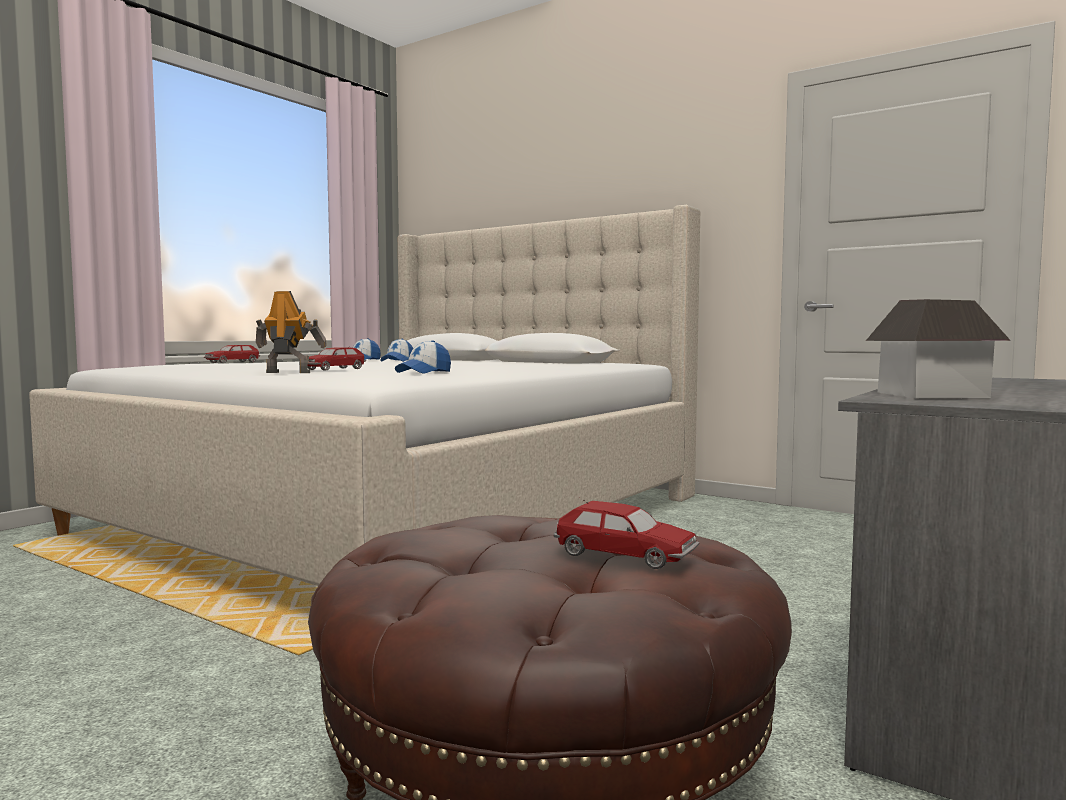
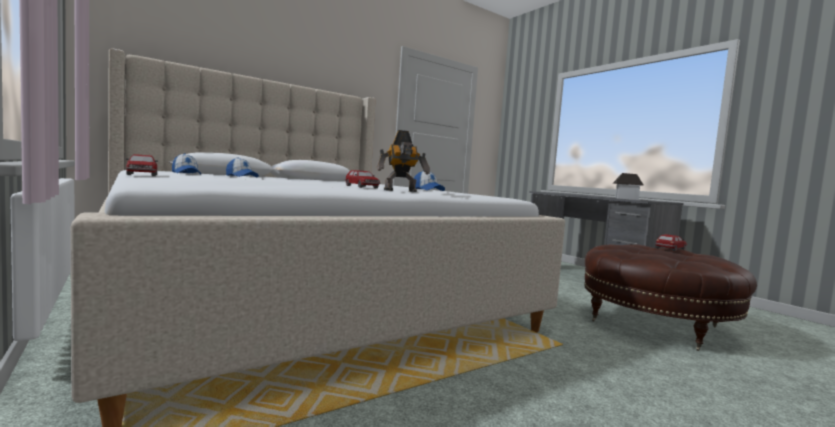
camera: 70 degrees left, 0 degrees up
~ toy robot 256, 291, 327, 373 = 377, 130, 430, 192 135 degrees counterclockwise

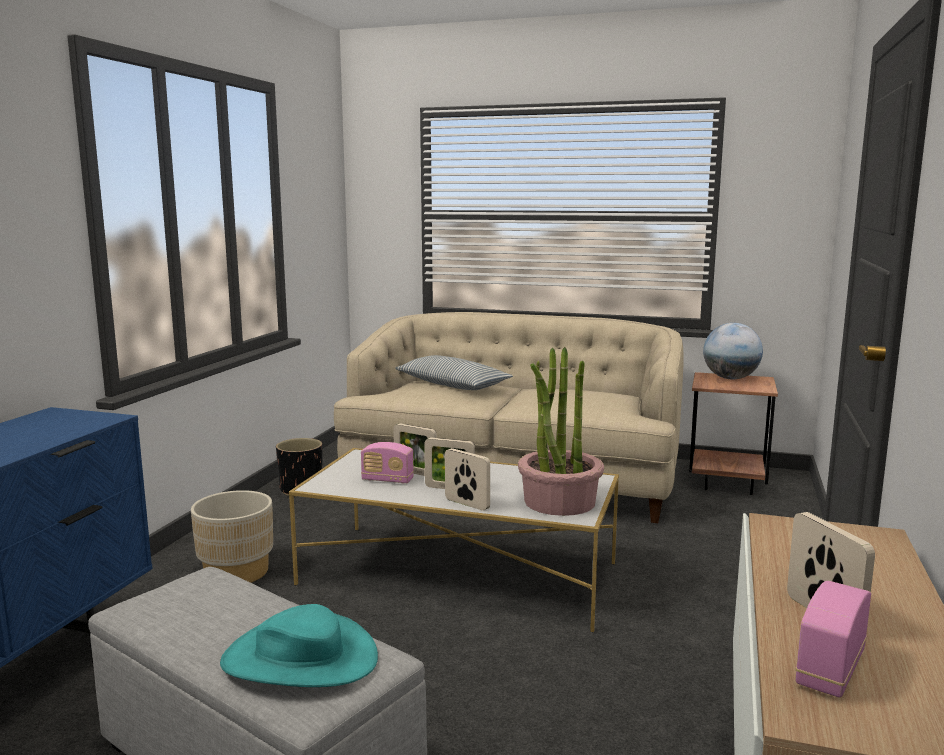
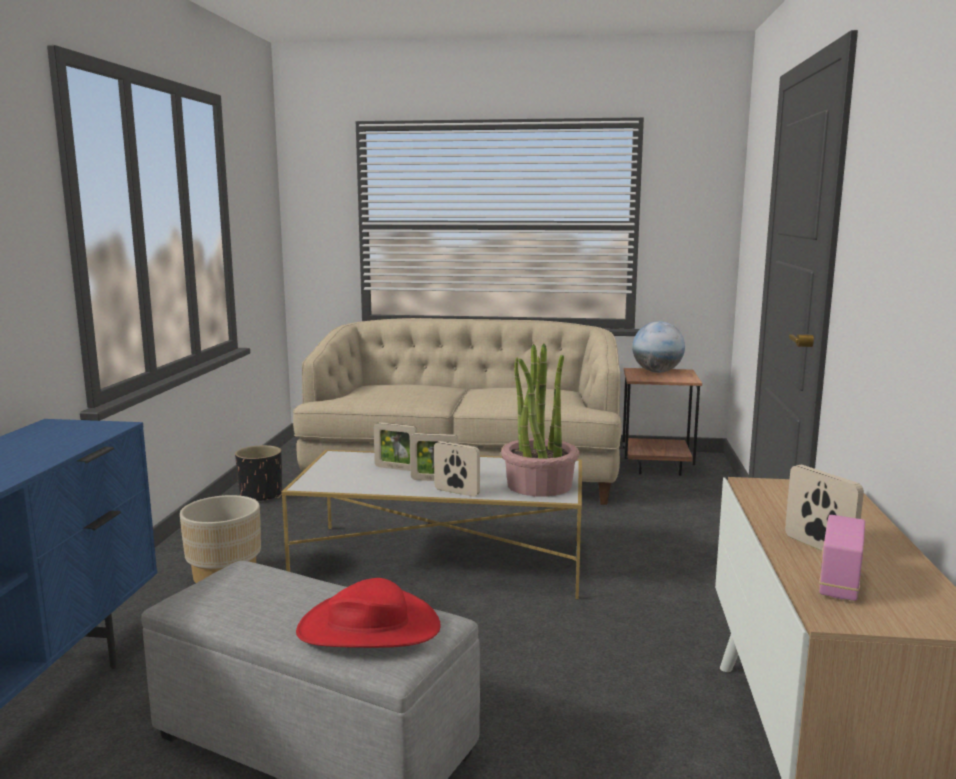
camera: 10 degrees left, 0 degrees up
- radio 361, 442, 414, 483
- pillow 395, 355, 513, 390
~ turquoise hat 220, 604, 378, 687 to red hat 296, 578, 441, 648

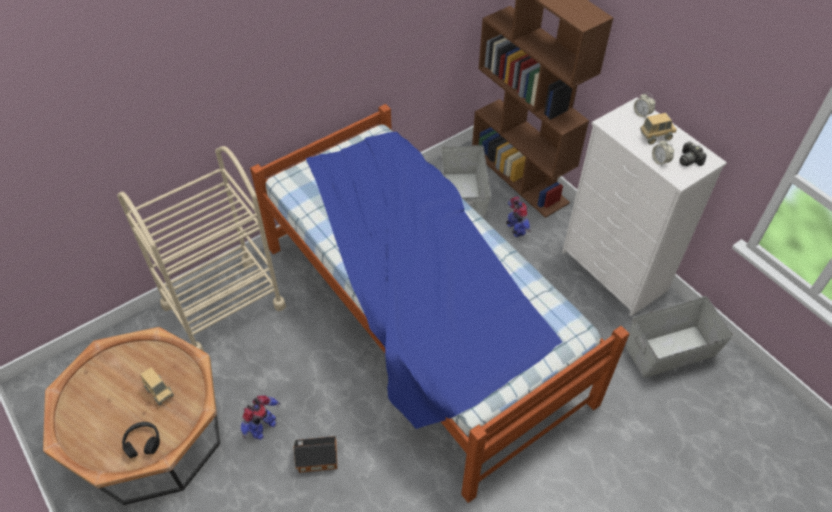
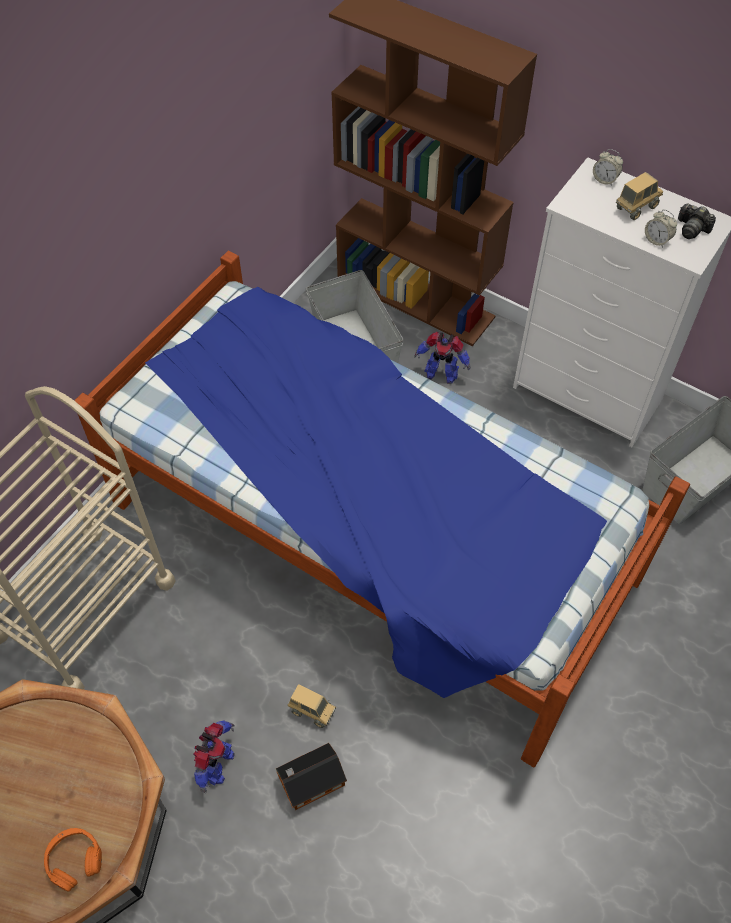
camera: 20 degrees left, 5 degrees up
~ toy truck 140, 367, 174, 405 to 287, 684, 336, 728
~ black headphones 122, 422, 160, 458 to orange headphones 44, 828, 102, 892
~ toy robot 506, 196, 531, 237 = 414, 332, 470, 384 150 degrees clockwise

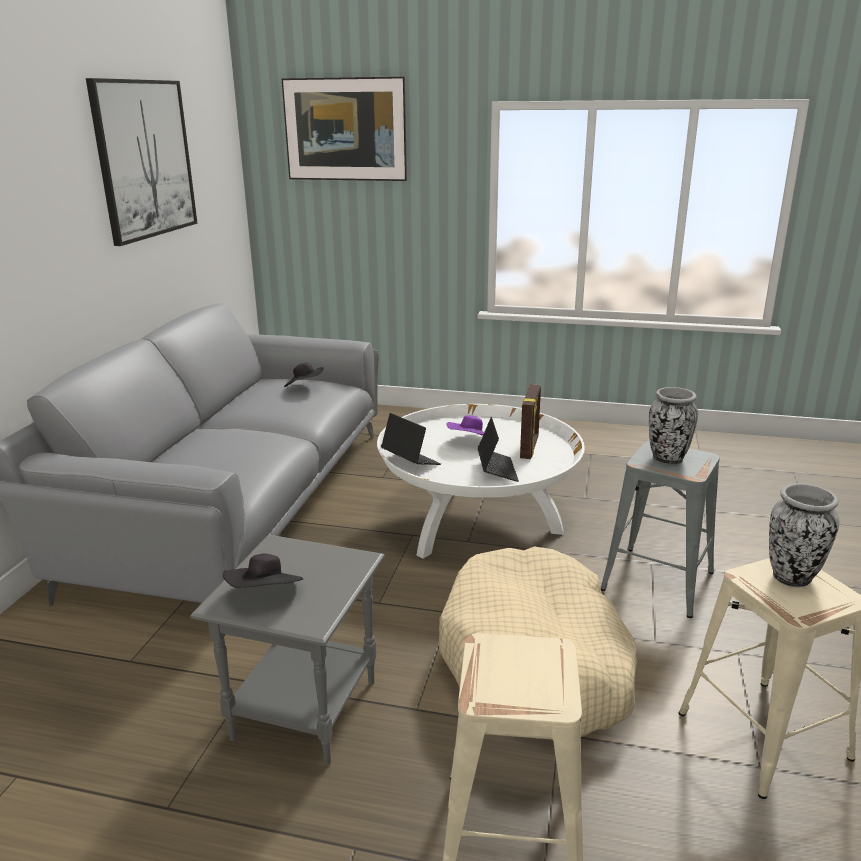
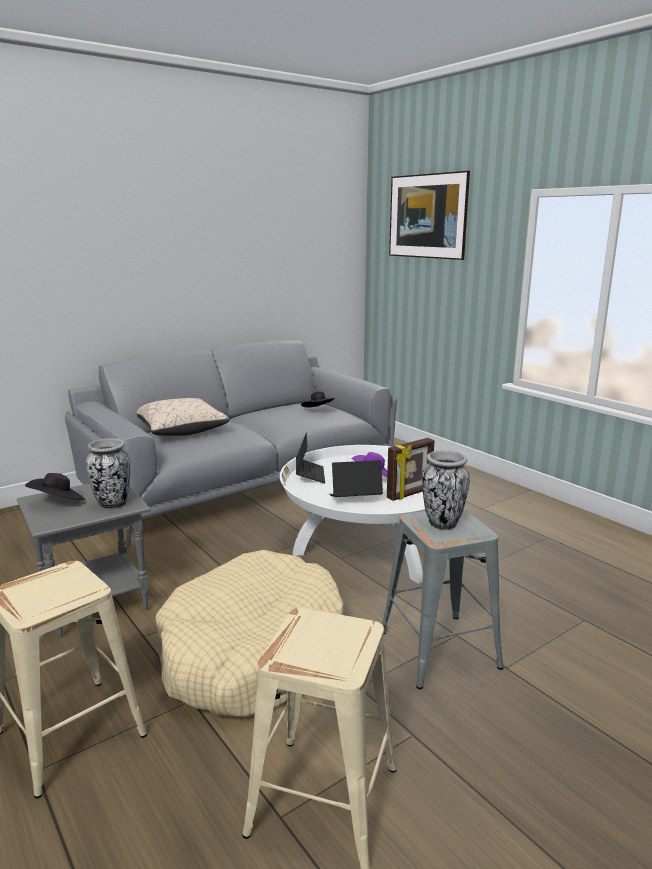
camera: 40 degrees right, 5 degrees down
- picture 86, 78, 197, 246
+ beige pillow 137, 398, 230, 436
~ vase 769, 483, 839, 587 to 86, 438, 131, 509
~ laptop 478, 417, 519, 482 = 329, 460, 383, 497 135 degrees counterclockwise

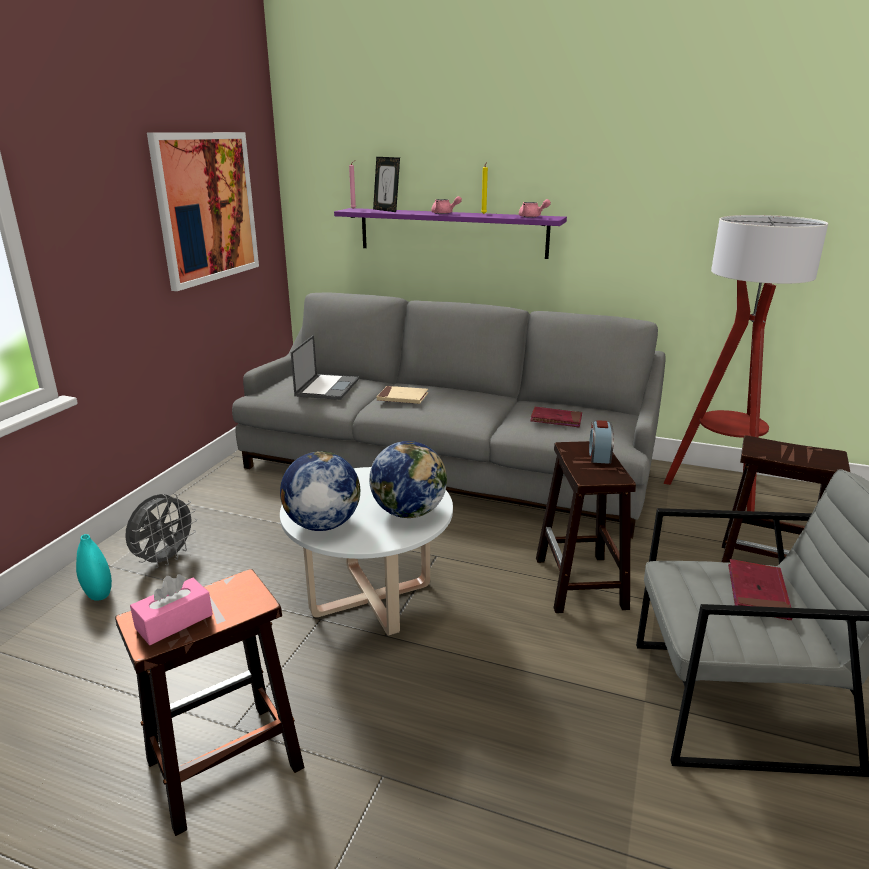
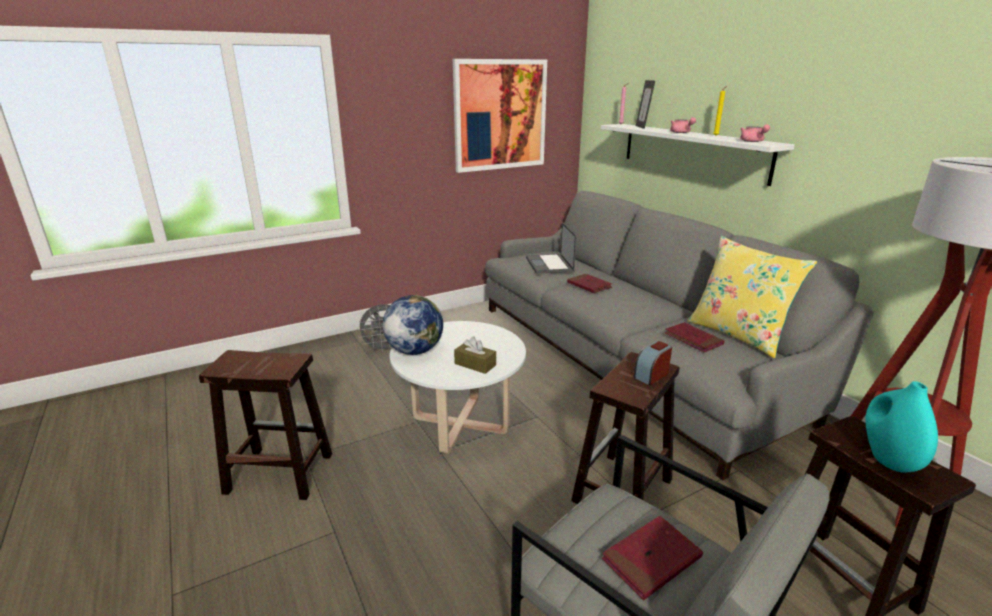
camera: 40 degrees right, 0 degrees up
- pink tissue box 130, 574, 213, 645
+ yellow pillow 687, 236, 817, 358
~ turquoise vase 76, 534, 112, 601 to 865, 381, 938, 472
~ globe 369, 441, 447, 518 to brown tissue box 454, 337, 496, 374
~ purple shelf 334, 208, 567, 259 to white shelf 601, 124, 795, 186
~ beige book 377, 386, 428, 404 to red book 567, 274, 612, 293
~ laptop 291, 335, 359, 400 = 526, 223, 577, 274 120 degrees clockwise

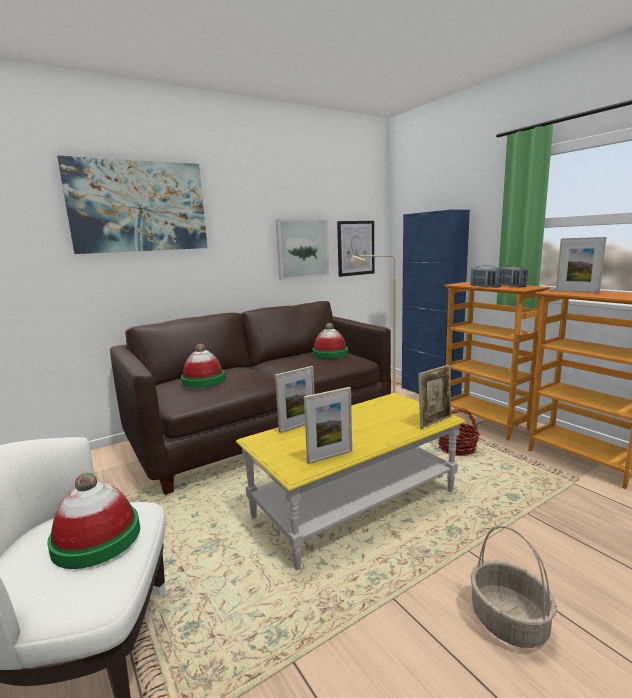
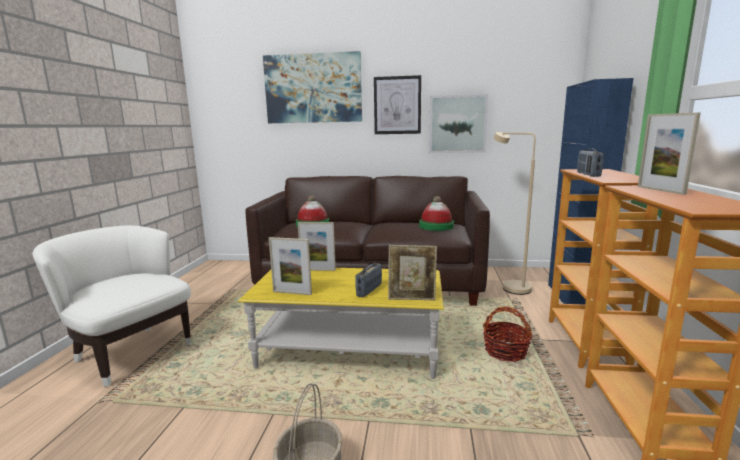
camera: 40 degrees right, 0 degrees up
- hat 47, 473, 140, 569
~ picture 337, 221, 374, 277 to 374, 75, 421, 134
~ radio 502, 265, 528, 287 to 355, 263, 382, 297

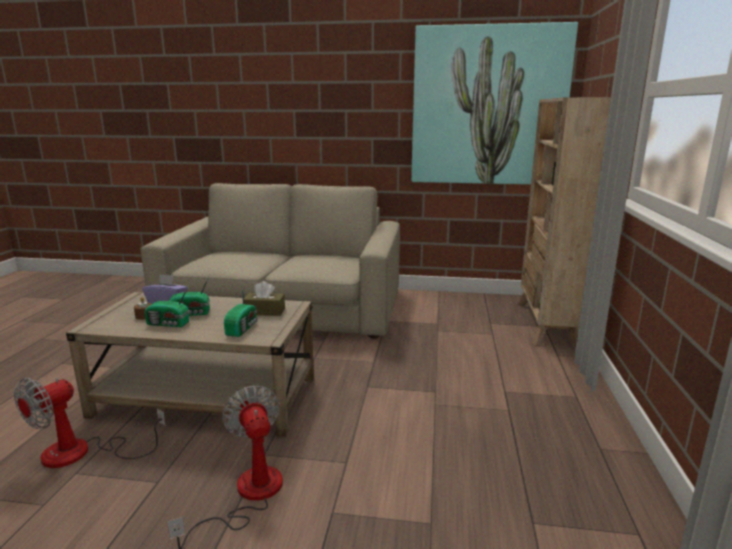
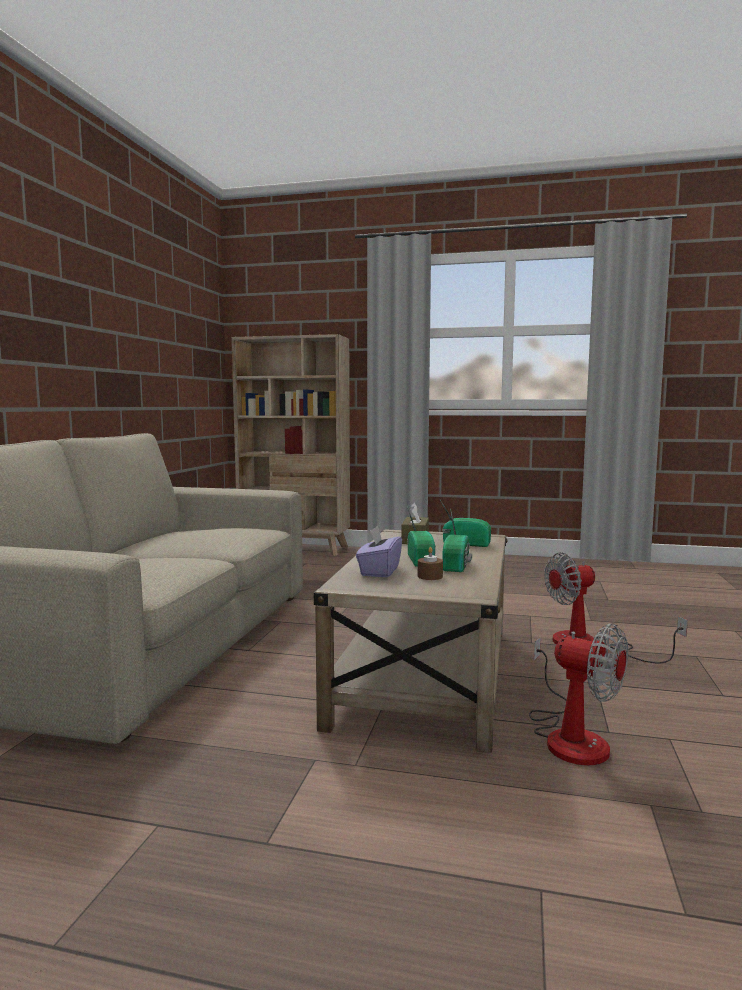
camera: 85 degrees left, 10 degrees down
- picture 411, 22, 578, 185

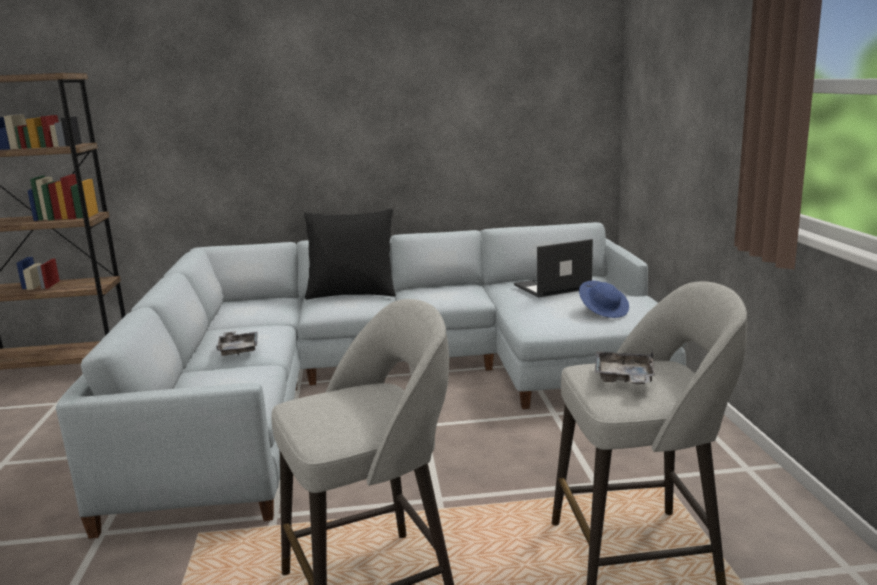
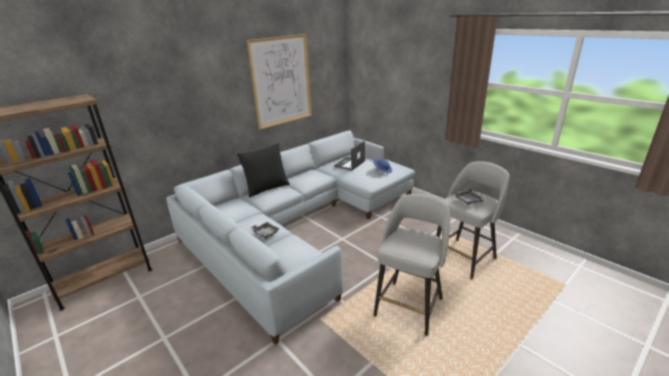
camera: 35 degrees left, 10 degrees up
+ picture 247, 34, 312, 129

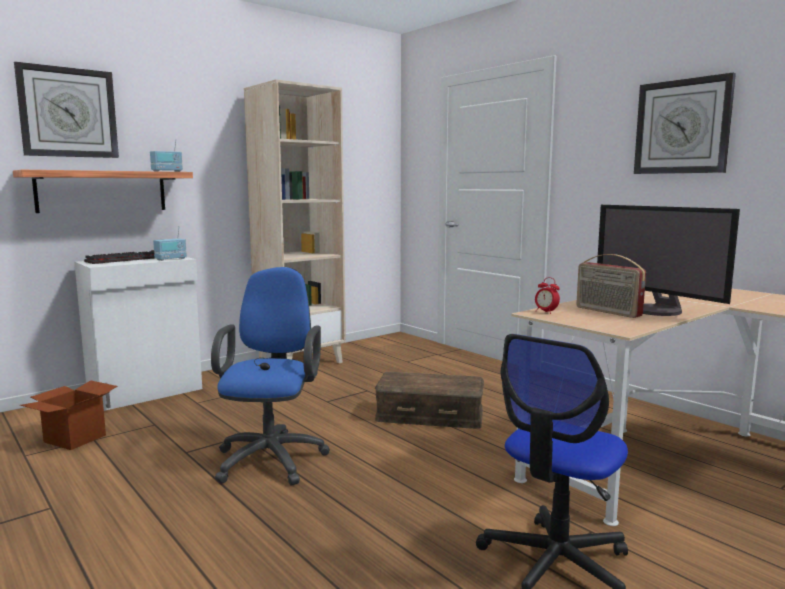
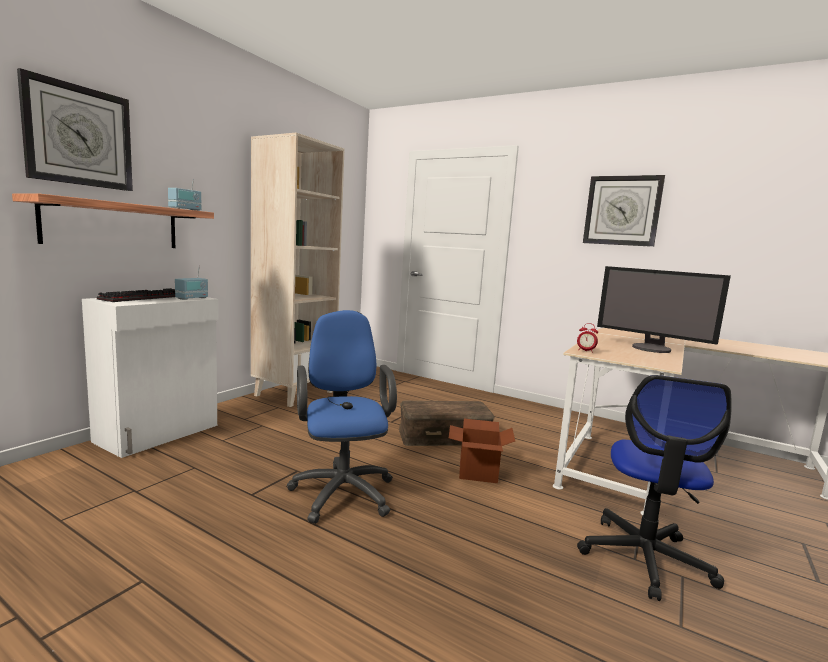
camera: 20 degrees left, 0 degrees up
- radio 576, 254, 646, 318
~ cardboard box 20, 380, 117, 450 to 449, 419, 515, 483

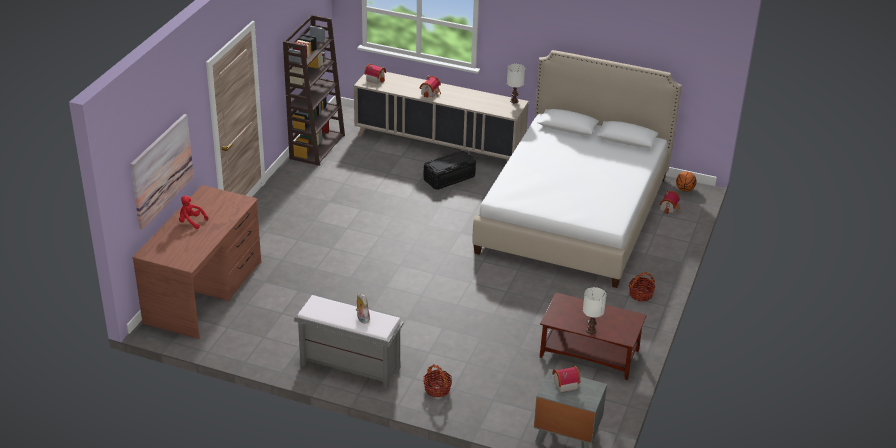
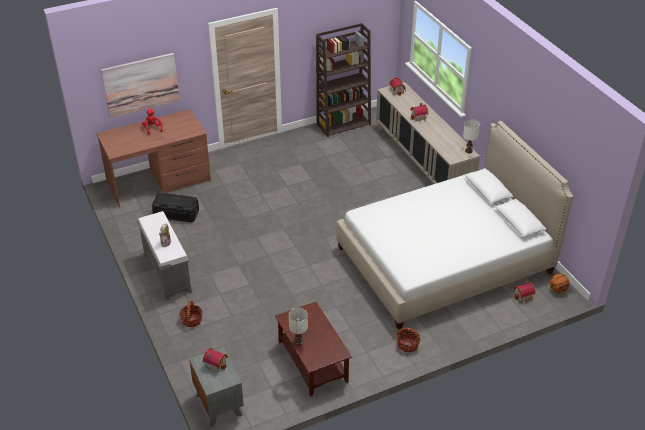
camera: 45 degrees right, 5 degrees up
~ black storage box 424, 151, 476, 190 to 152, 193, 199, 222

